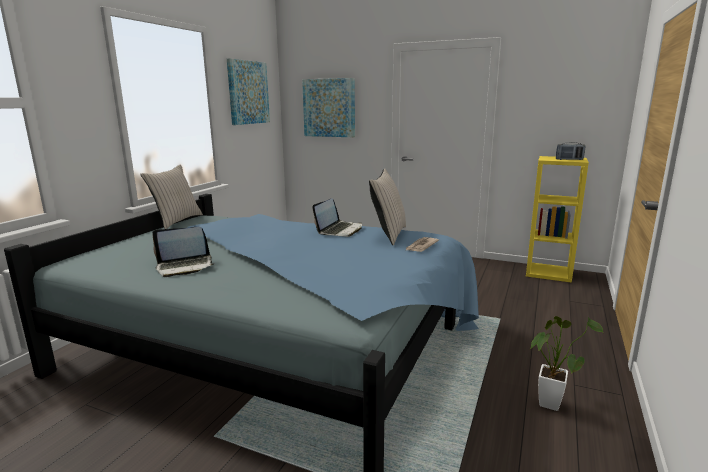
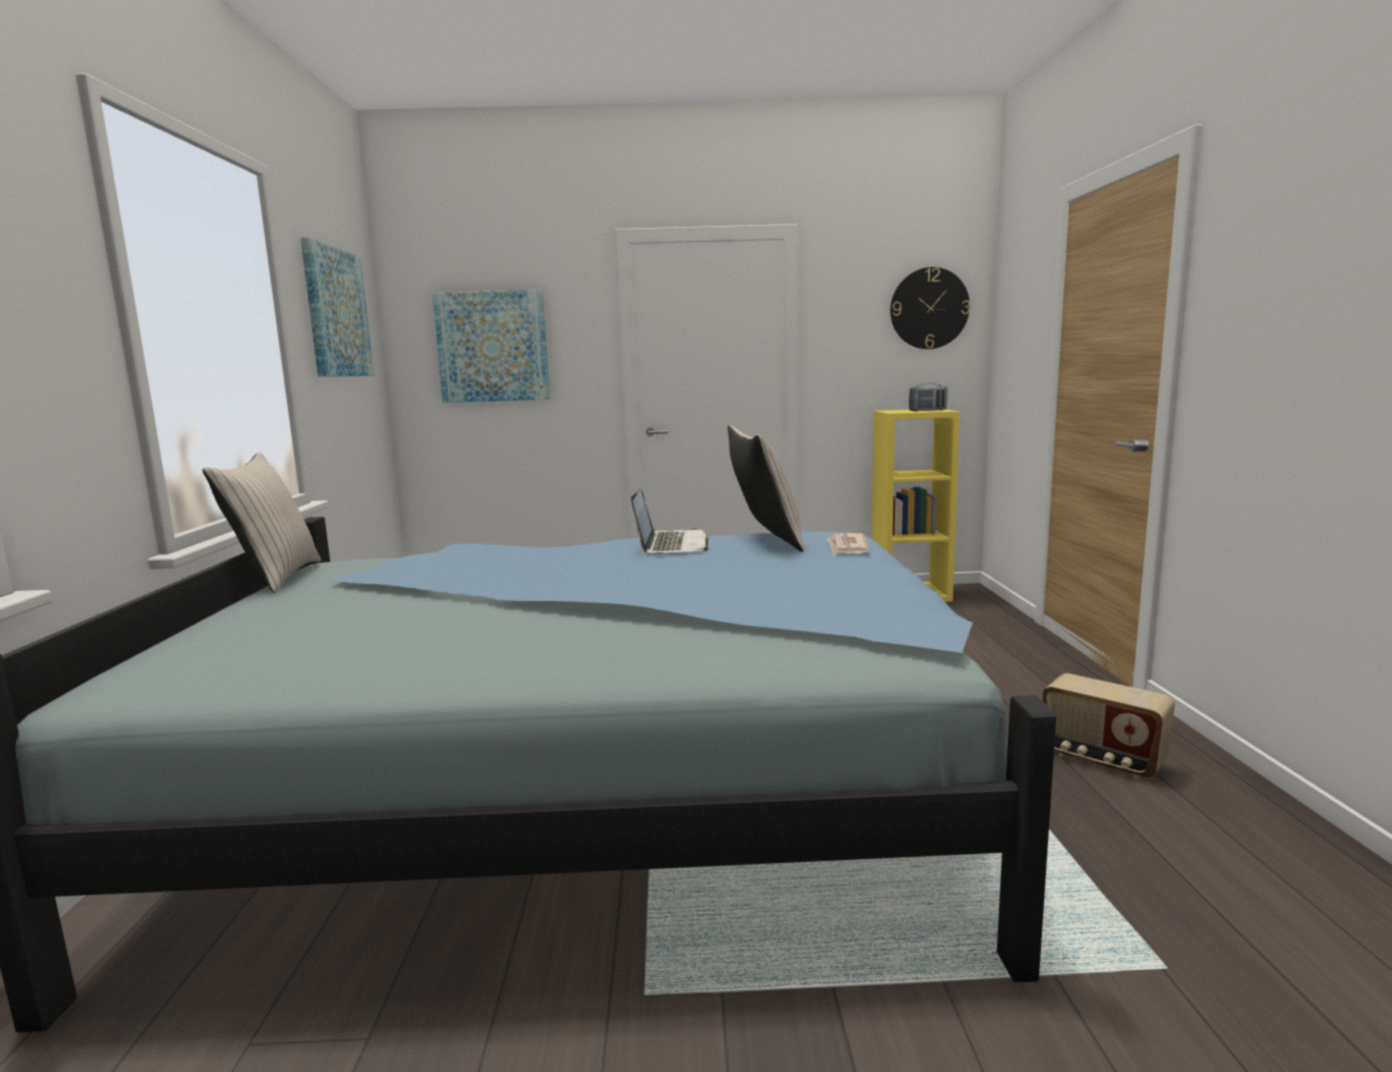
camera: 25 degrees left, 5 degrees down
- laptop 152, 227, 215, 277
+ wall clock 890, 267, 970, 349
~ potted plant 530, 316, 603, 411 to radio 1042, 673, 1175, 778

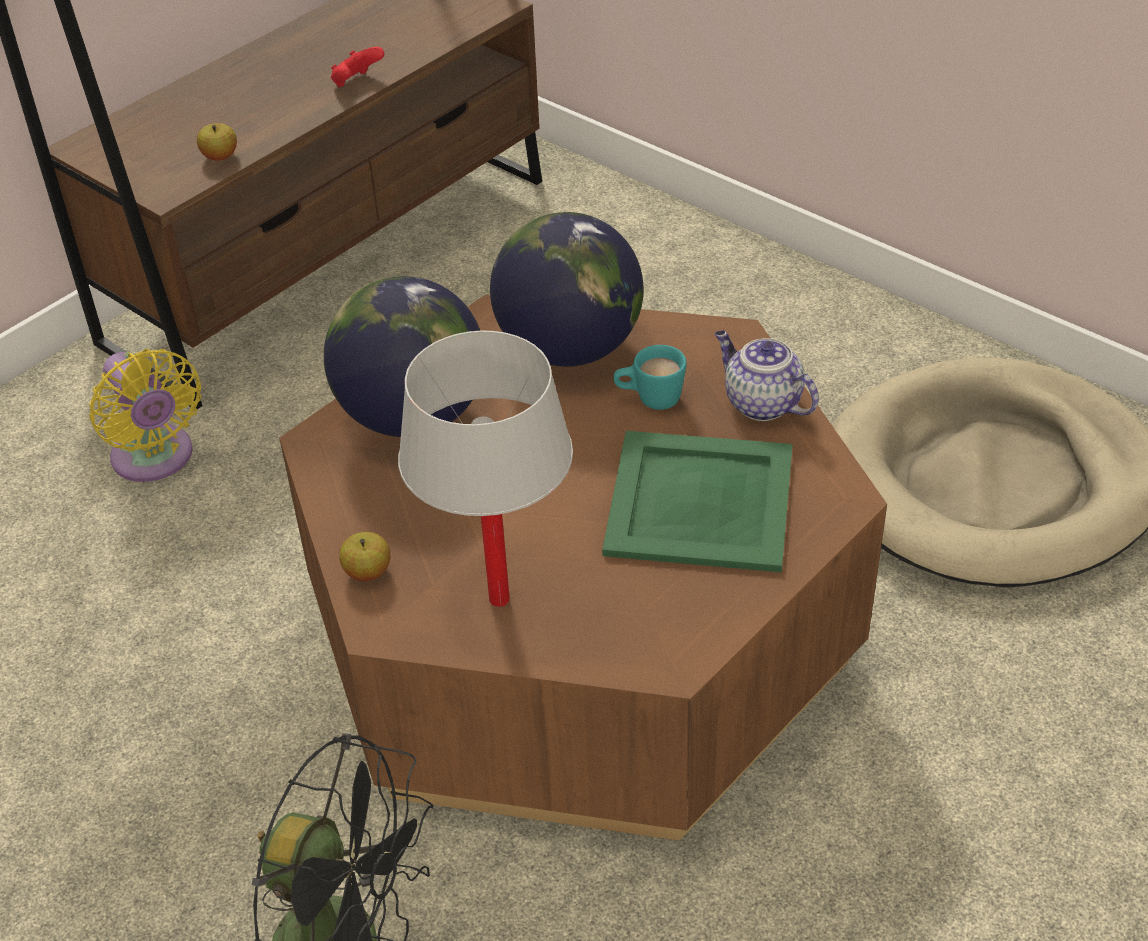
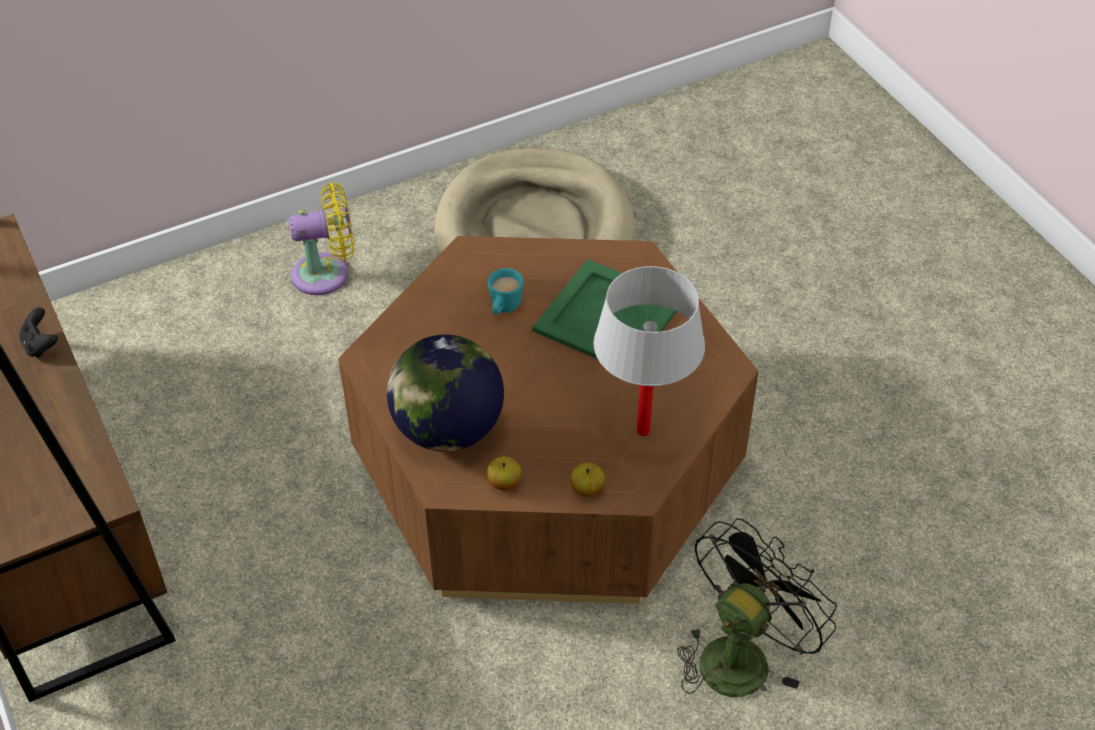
camera: 70 degrees left, 5 degrees up
- globe 490, 212, 643, 367
- teapot 715, 330, 819, 421
~ yellow fan 89, 349, 201, 482 to 289, 183, 354, 295
~ apple 197, 123, 237, 161 to 487, 456, 522, 490
~ red game controller 331, 47, 385, 87 to black game controller 19, 307, 58, 358

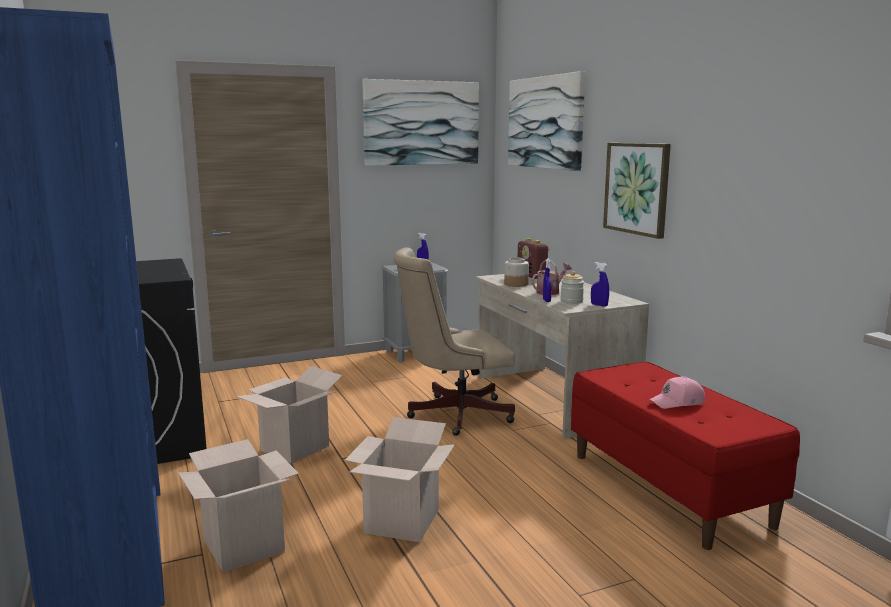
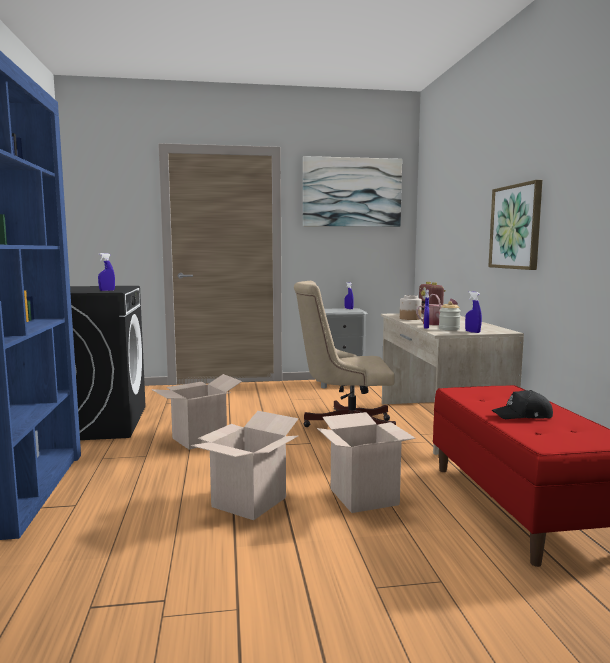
camera: 15 degrees right, 5 degrees down
- picture 508, 71, 585, 171
+ blue spray bottle 98, 253, 115, 291
~ cardboard box 178, 439, 299, 573 to 317, 412, 416, 513
~ pink cap 649, 377, 705, 409 to black cap 492, 390, 553, 419

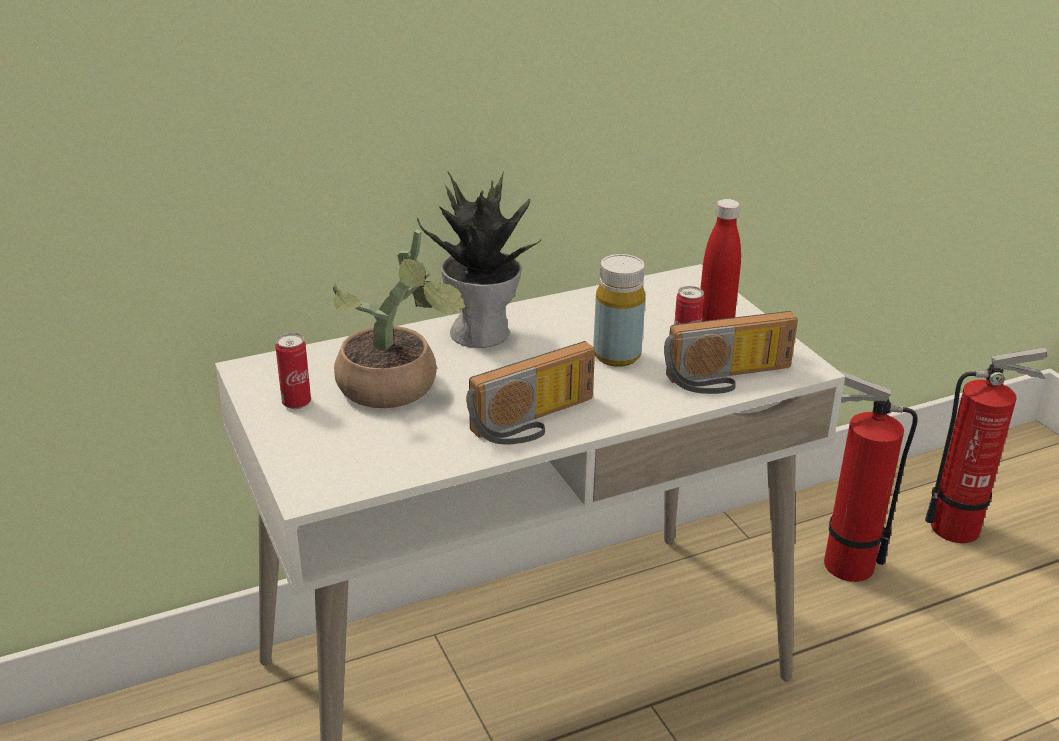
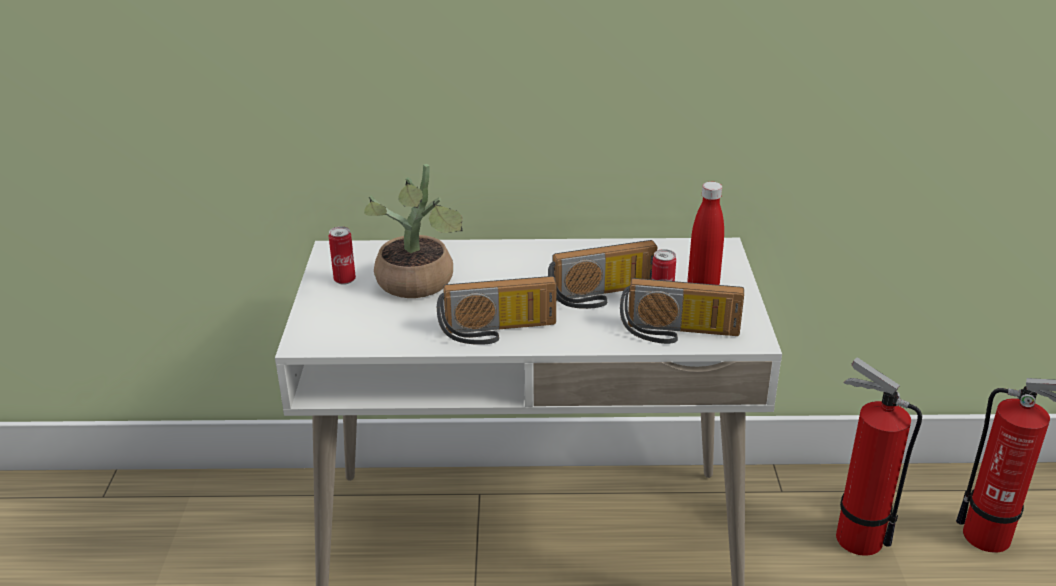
camera: 25 degrees right, 0 degrees up
- potted plant 417, 172, 541, 348
~ yellow bottle 593, 254, 645, 367 to radio 548, 240, 657, 309

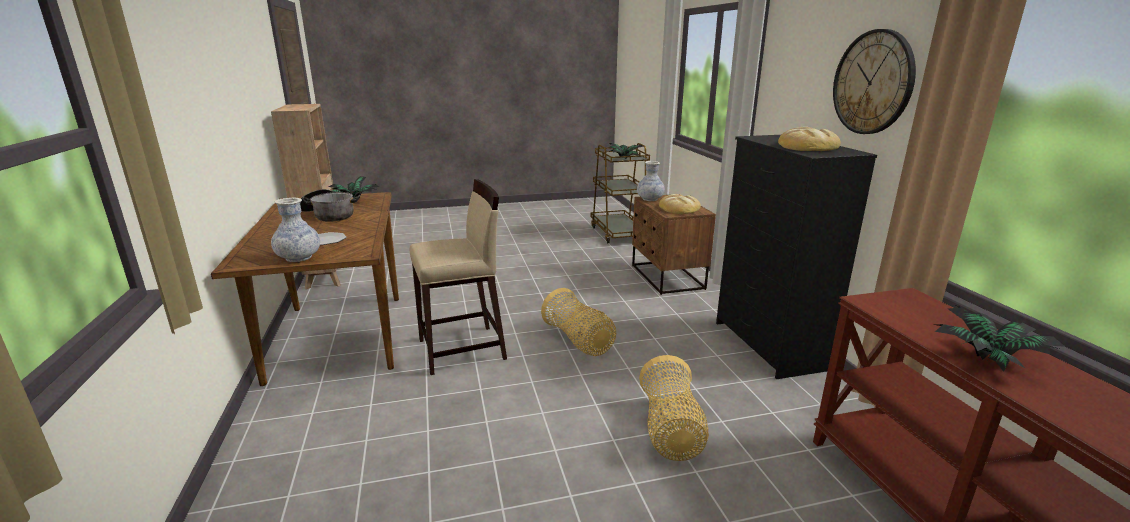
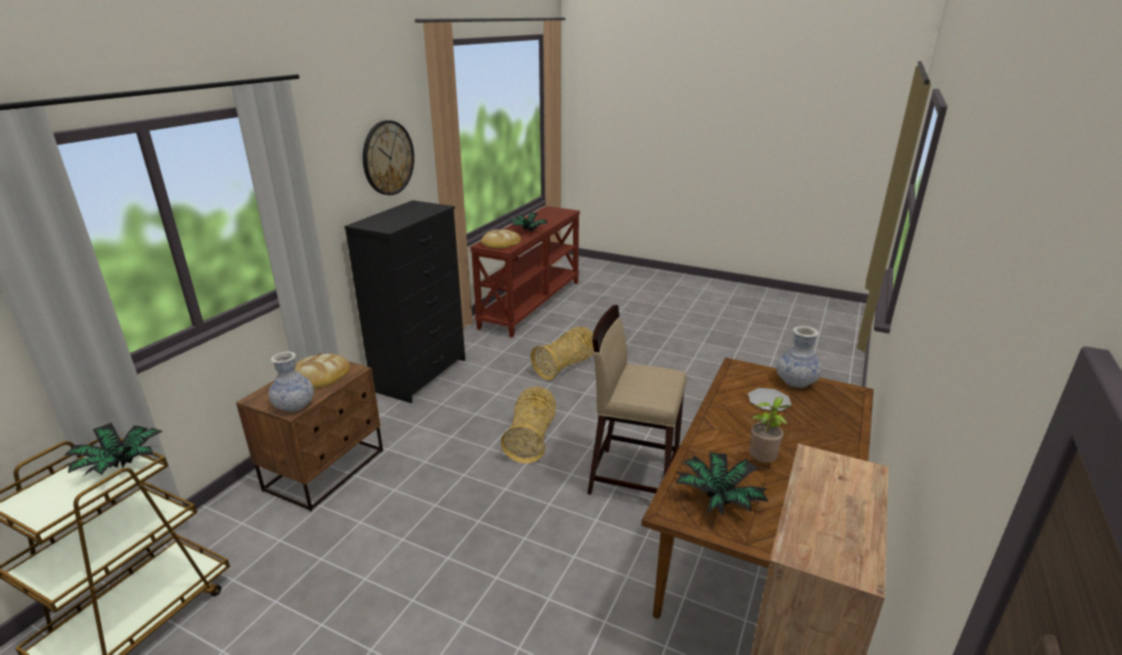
camera: 140 degrees left, 5 degrees up
~ bread 778, 127, 841, 151 to 481, 230, 521, 248
~ cooking pot 300, 189, 360, 222 to potted plant 749, 397, 790, 463

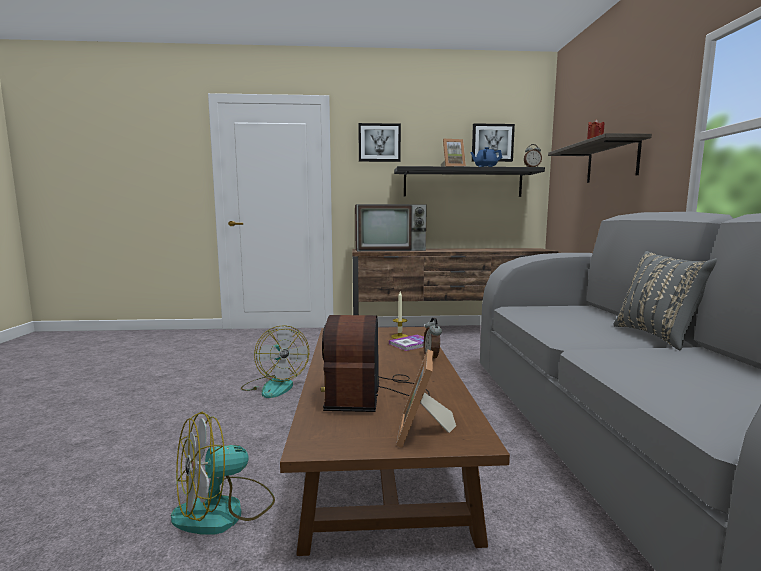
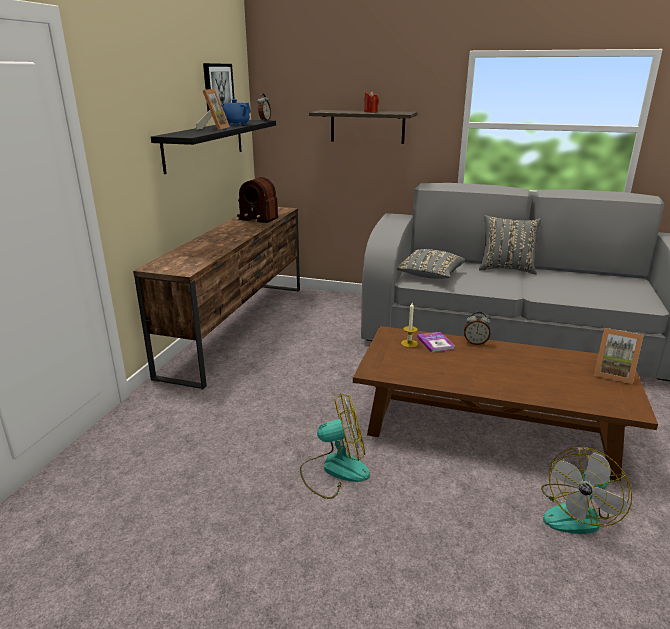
camera: 70 degrees left, 15 degrees up
- television 355, 204, 427, 252
- picture 358, 123, 401, 162
+ grey pillow 397, 249, 465, 279
~ radio 321, 315, 430, 412 to 237, 177, 279, 223
~ fan 171, 412, 275, 534 = 541, 447, 632, 534 60 degrees clockwise

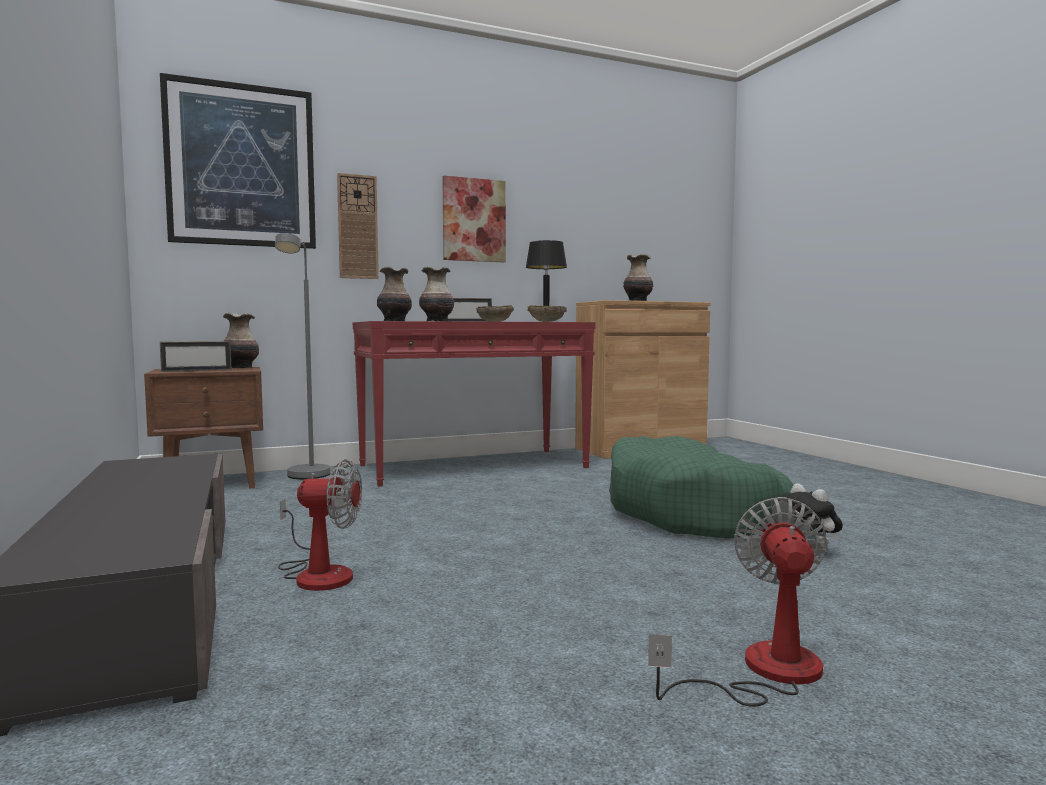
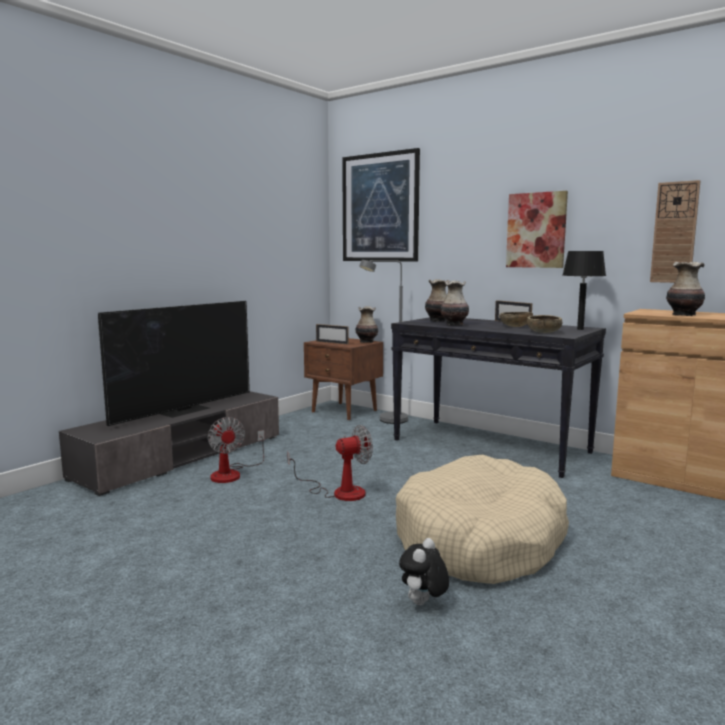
camera: 60 degrees right, 5 degrees up
+ television 98, 301, 250, 426
~ wall clock 337, 173, 379, 279 to 650, 180, 701, 283
~ fan 648, 497, 828, 707 to 287, 425, 373, 501
~ red console table 353, 321, 595, 487 to black console table 391, 317, 606, 478
~ green dog bed 609, 436, 793, 539 to beige dog bed 396, 454, 569, 584

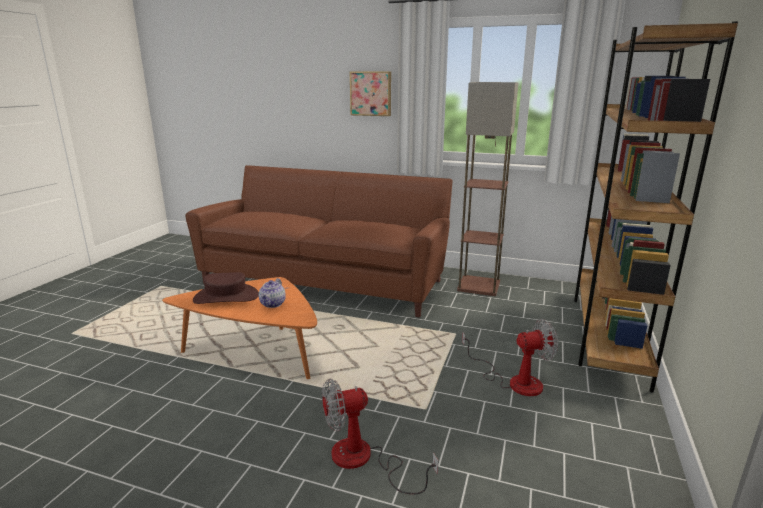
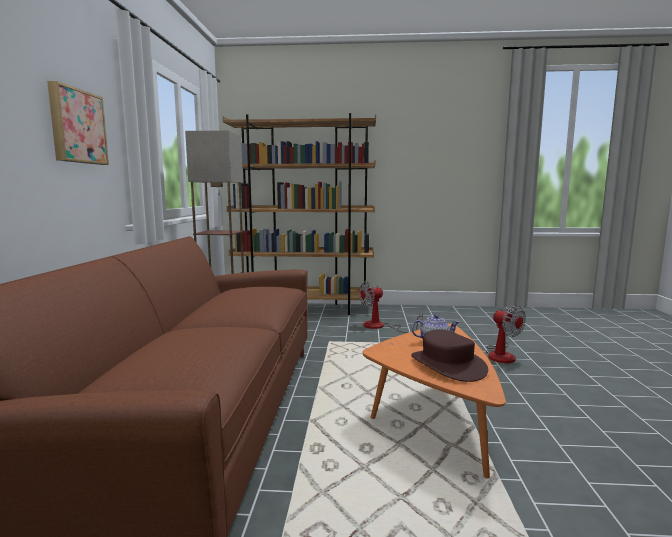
camera: 105 degrees left, 10 degrees down
~ fan 462, 319, 558, 396 = 359, 281, 423, 333 90 degrees counterclockwise

